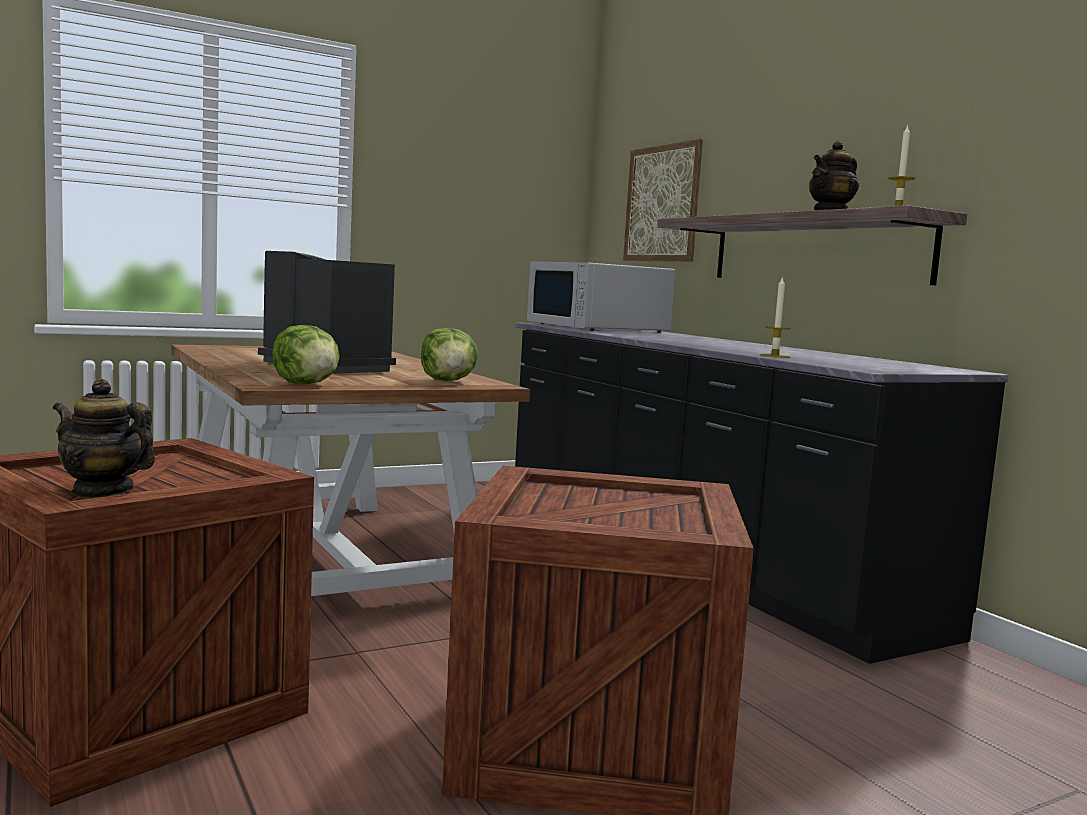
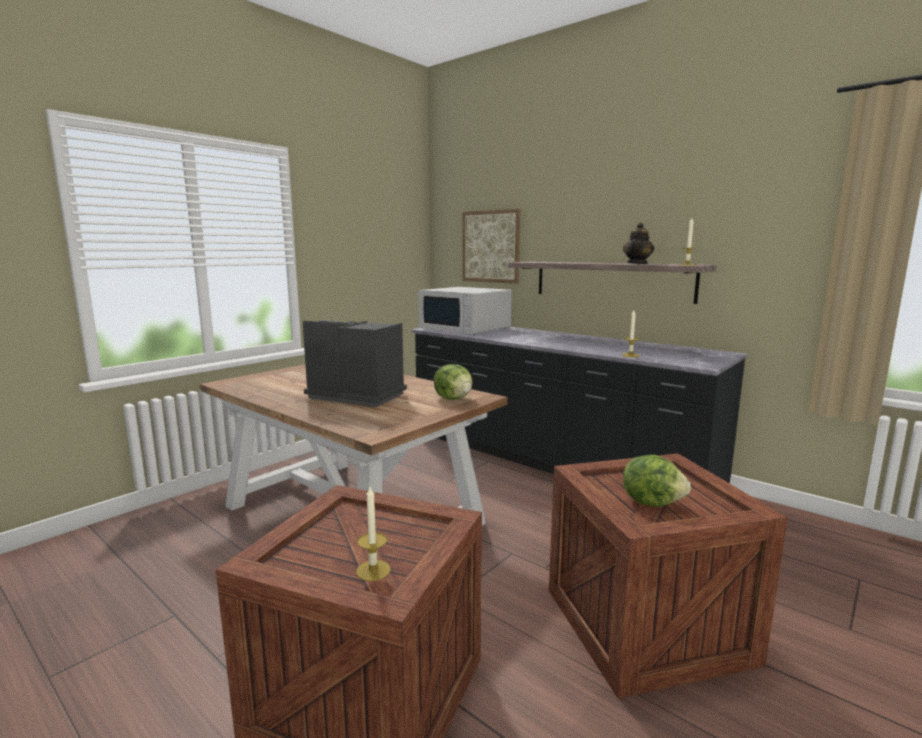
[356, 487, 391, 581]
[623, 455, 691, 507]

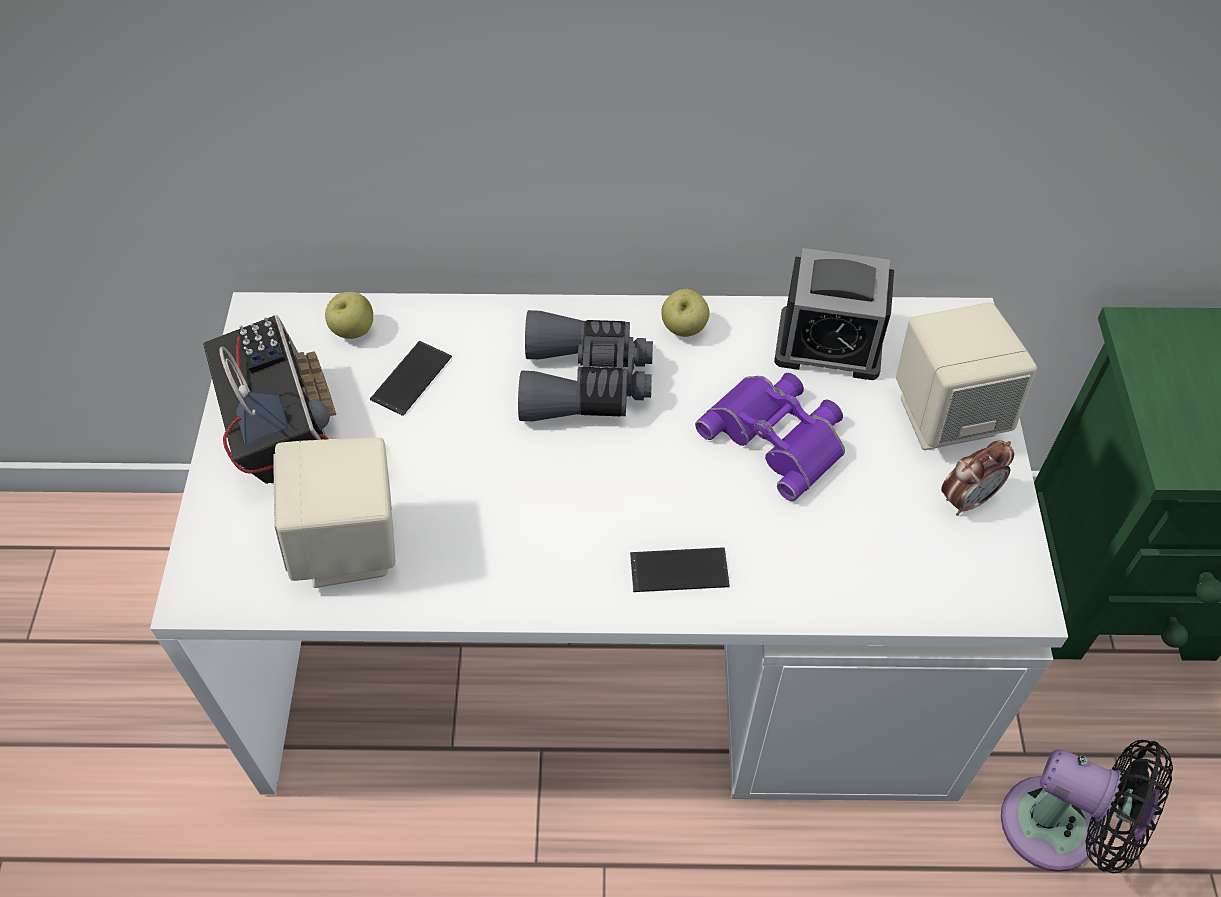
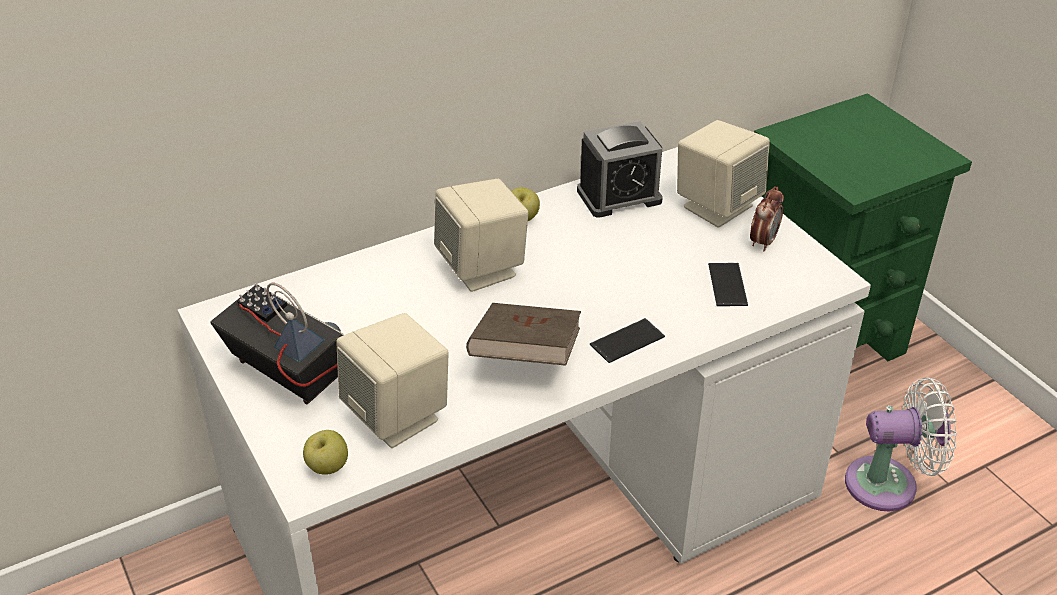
[303, 430, 348, 475]
[434, 179, 528, 292]
[466, 303, 581, 366]
[708, 263, 748, 306]
[845, 377, 957, 511]
[695, 373, 845, 501] (first image)

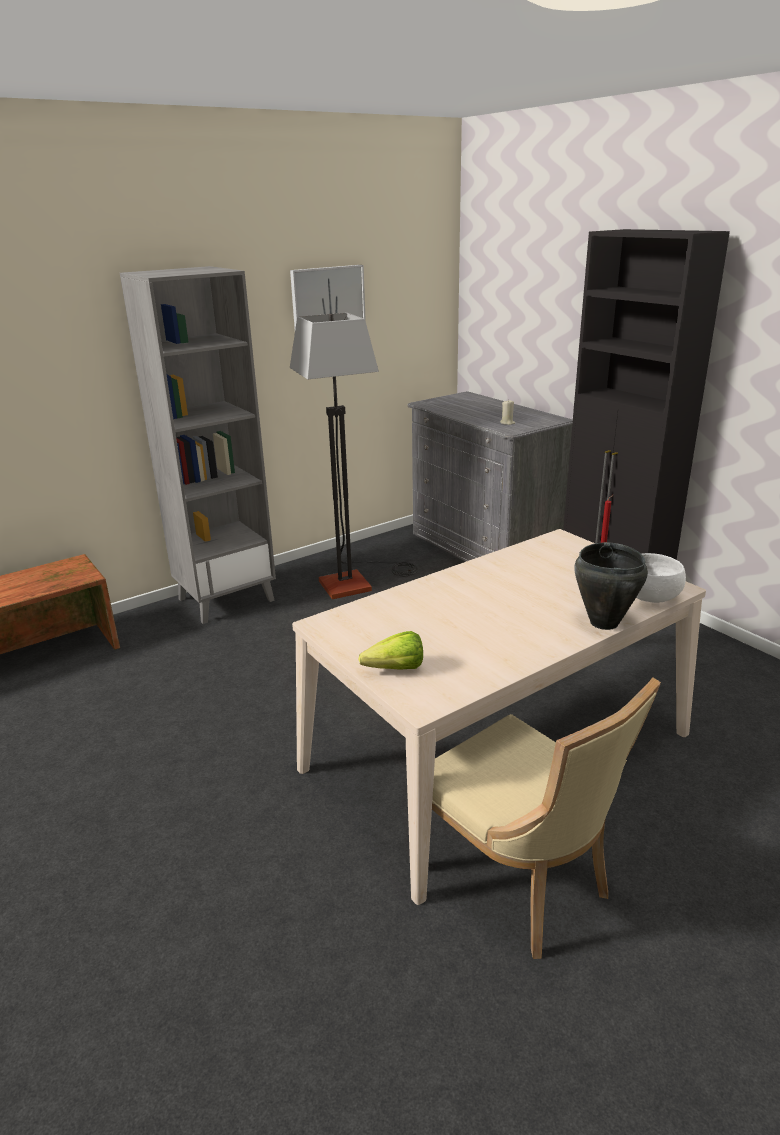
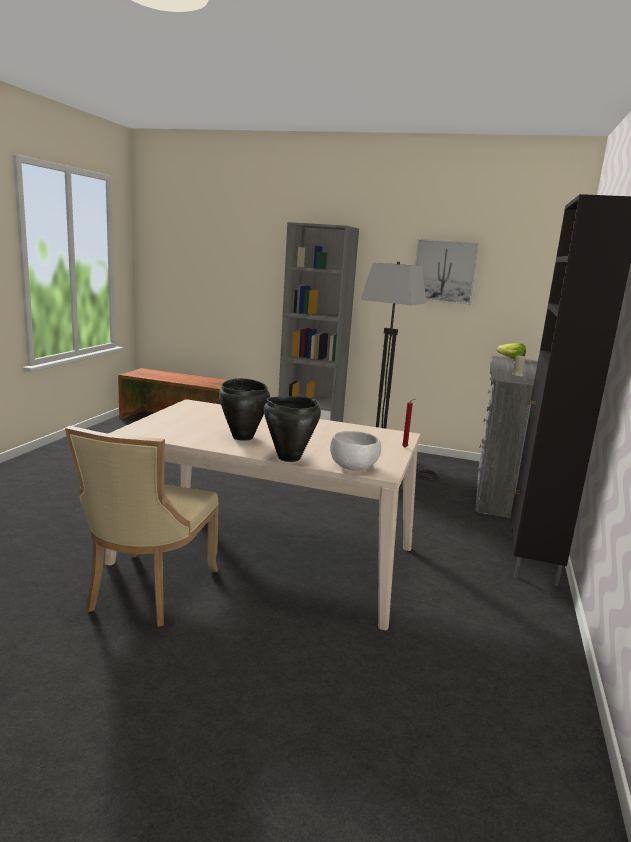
[219, 378, 270, 441]
[497, 343, 526, 359]

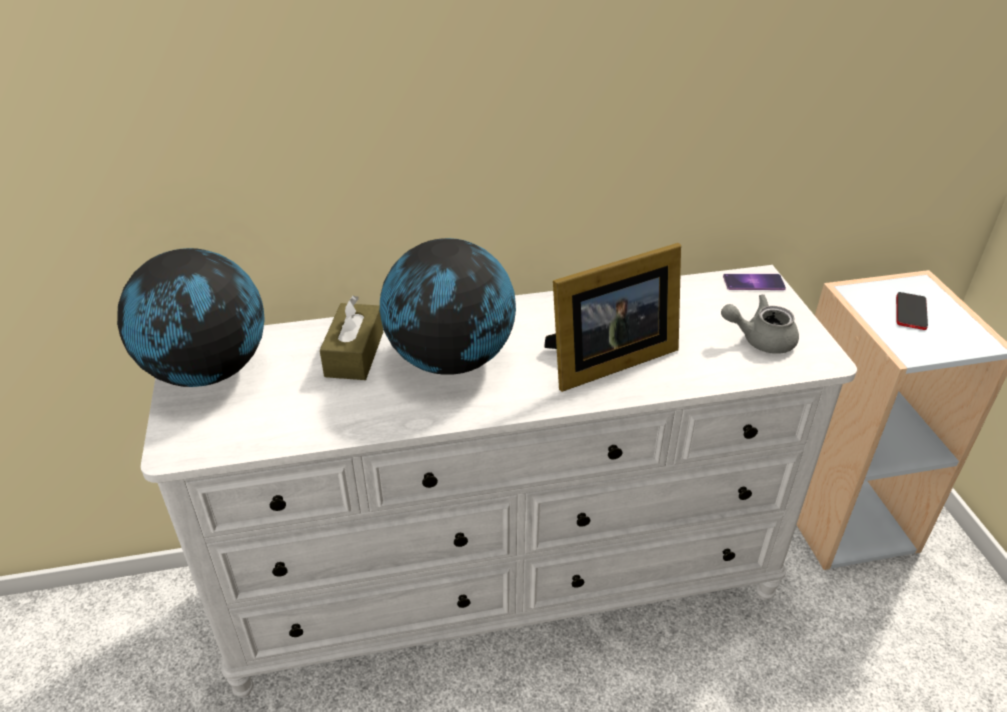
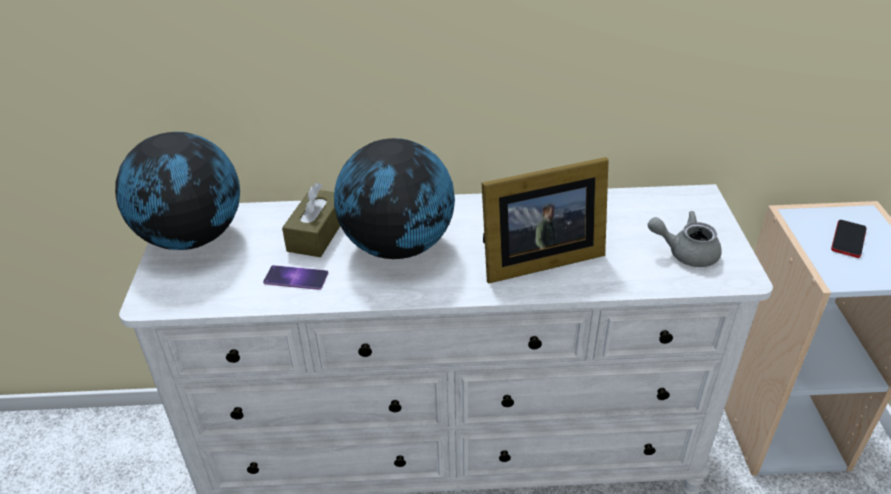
[263, 265, 328, 290]

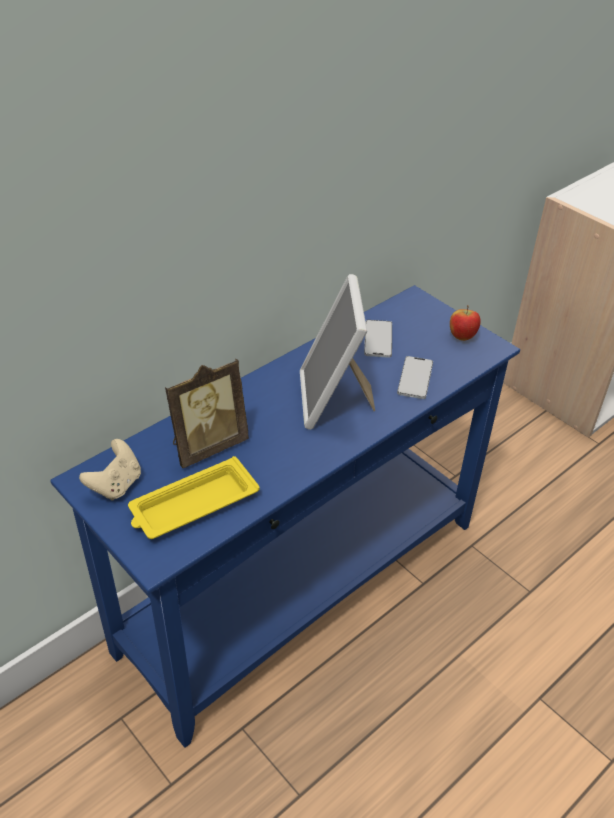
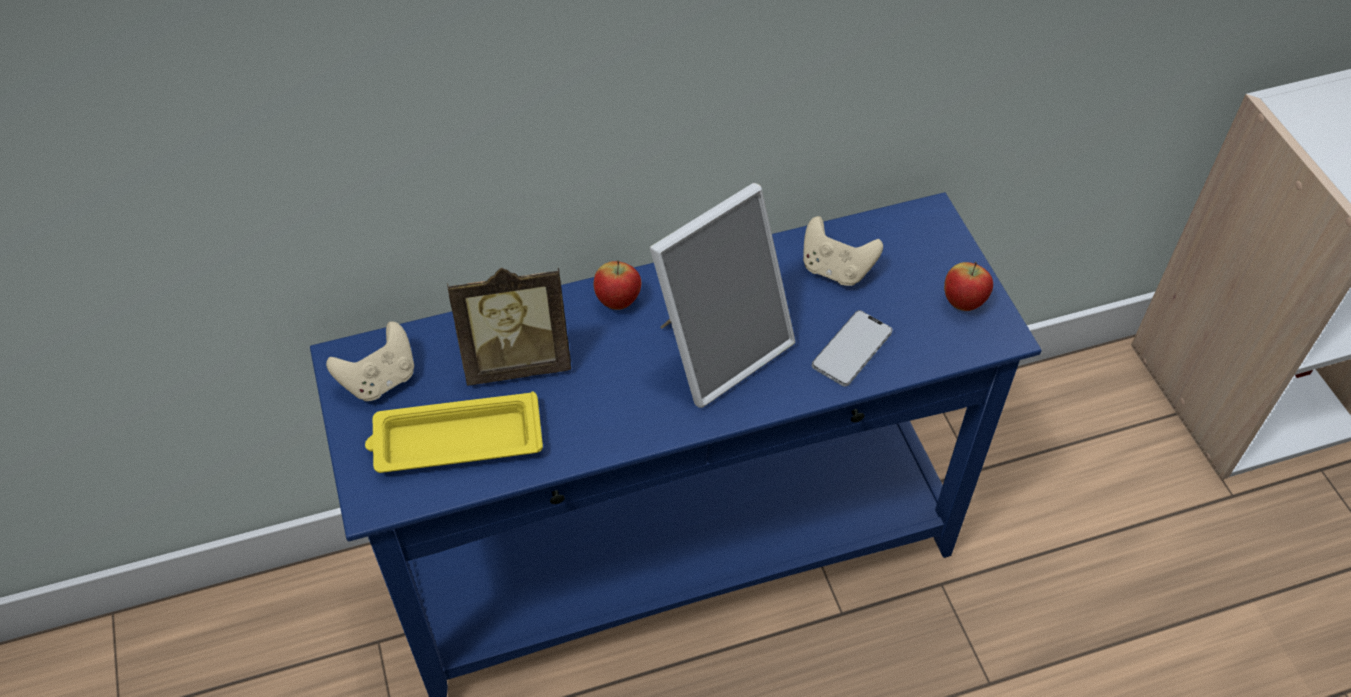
[594, 260, 641, 310]
[650, 183, 795, 408]
[803, 216, 883, 286]

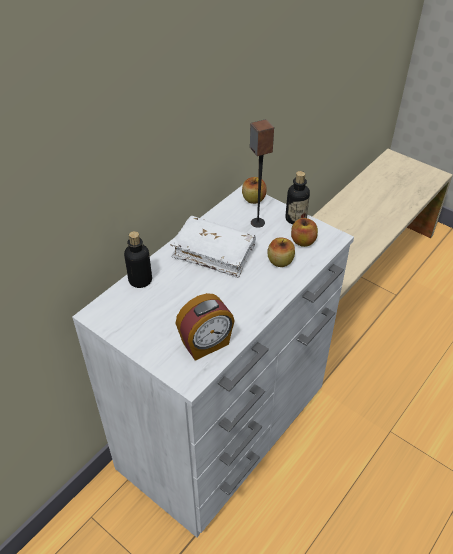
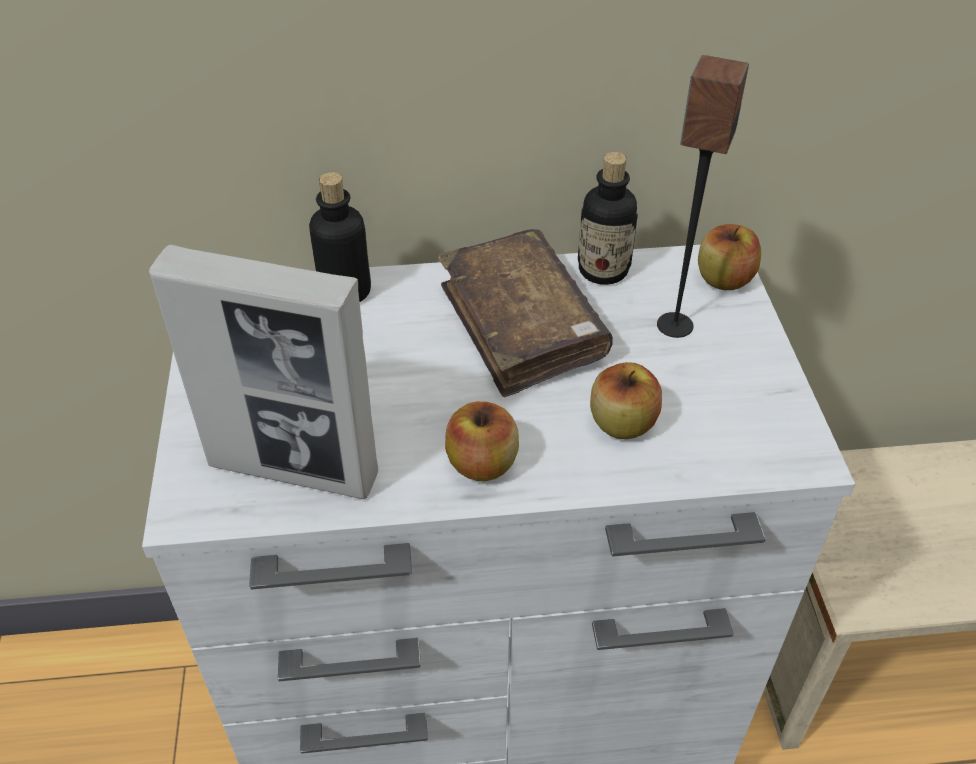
[149, 245, 378, 499]
[438, 229, 613, 397]
[445, 401, 519, 481]
[578, 152, 638, 285]

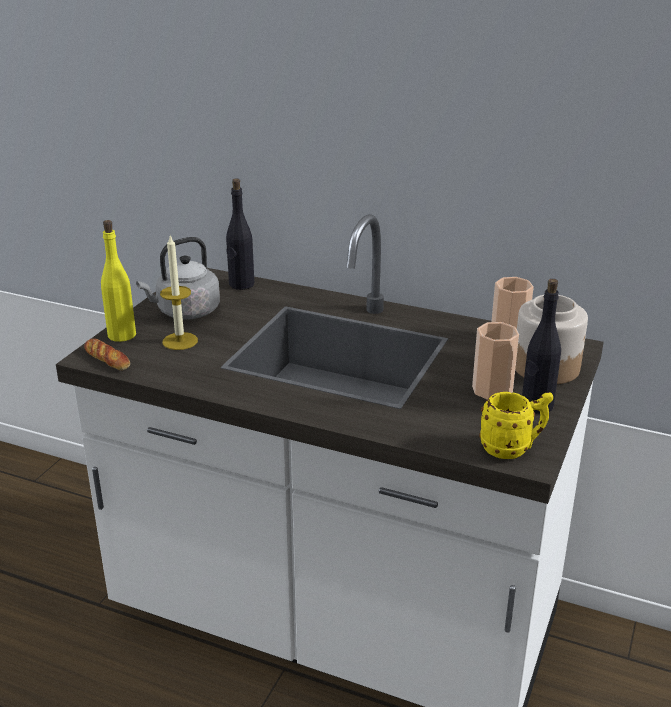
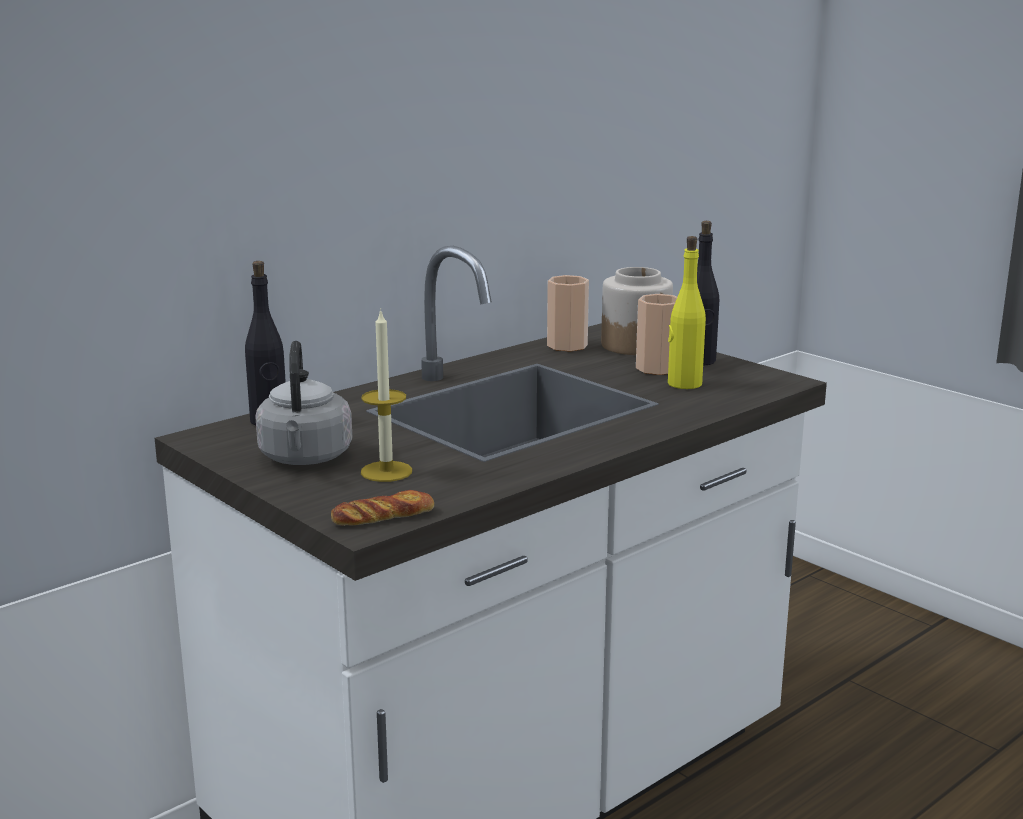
[668, 236, 706, 389]
[479, 392, 553, 459] (first image)

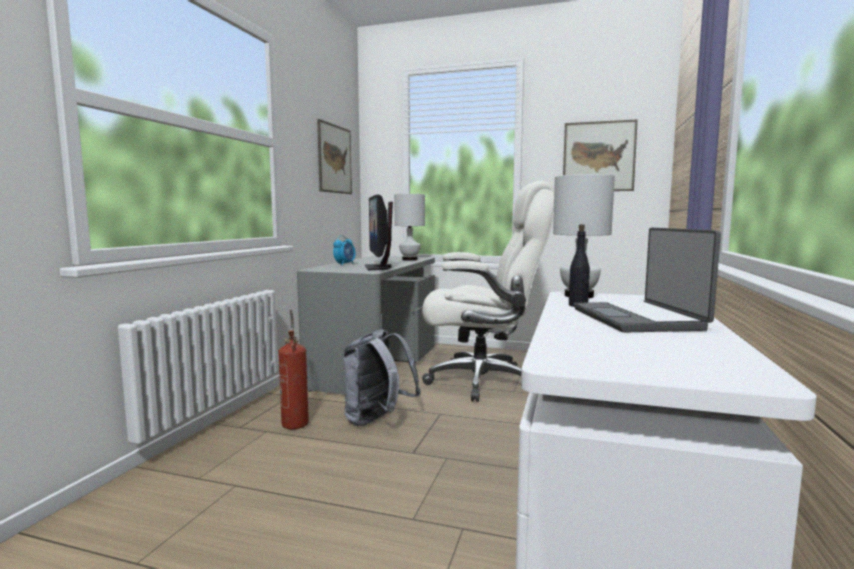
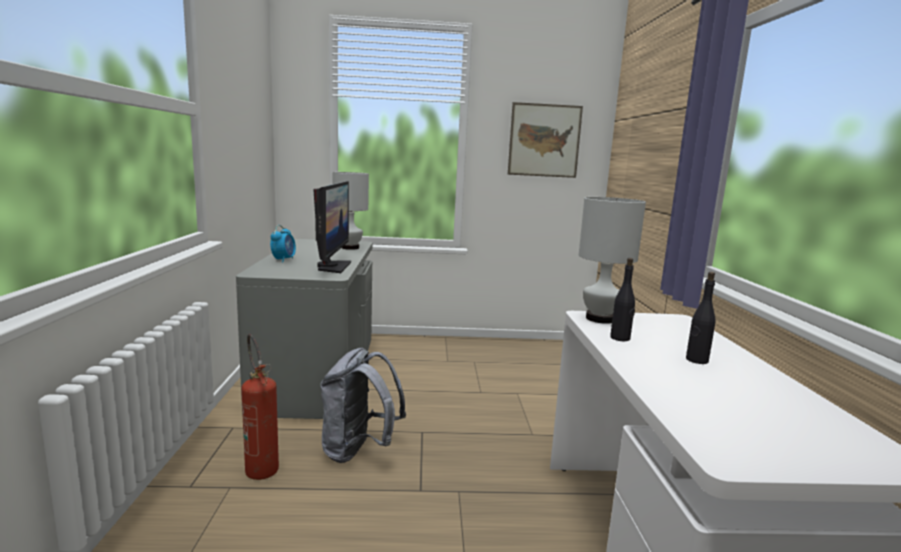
[313, 181, 351, 273]
[686, 272, 716, 364]
[317, 119, 352, 194] (first image)
[422, 181, 554, 402] (first image)

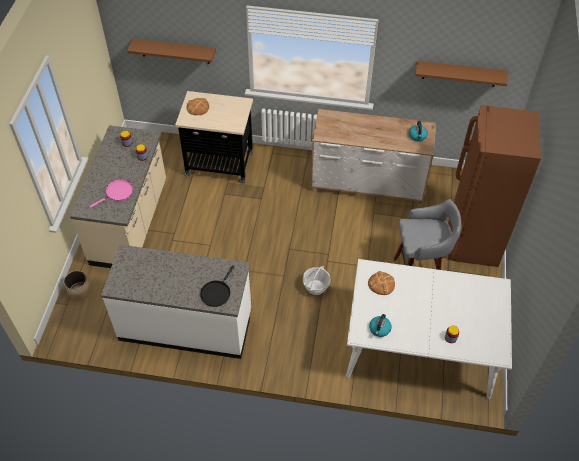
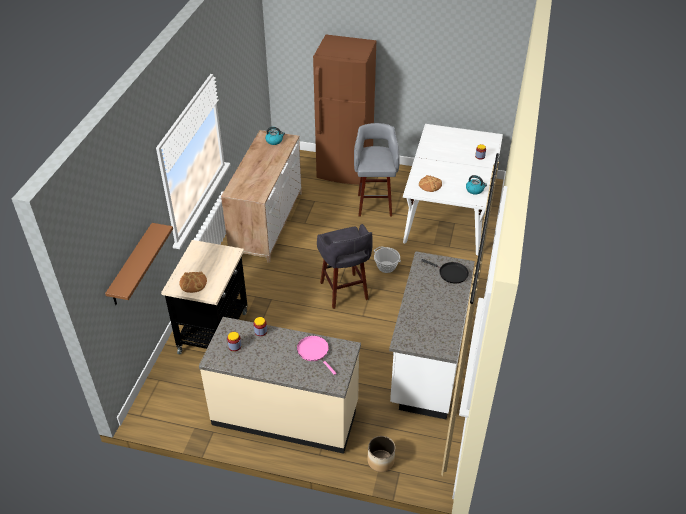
[317, 224, 373, 309]
[415, 61, 508, 87] (first image)

